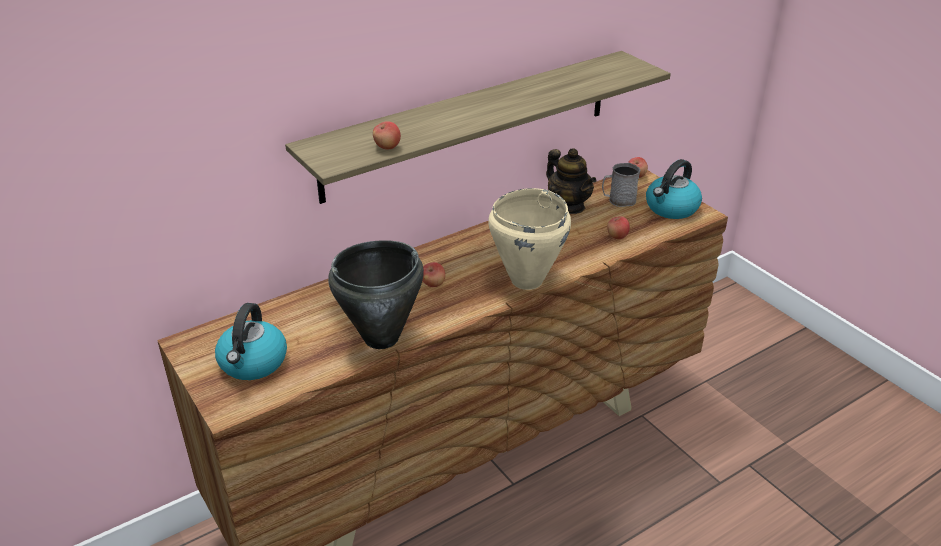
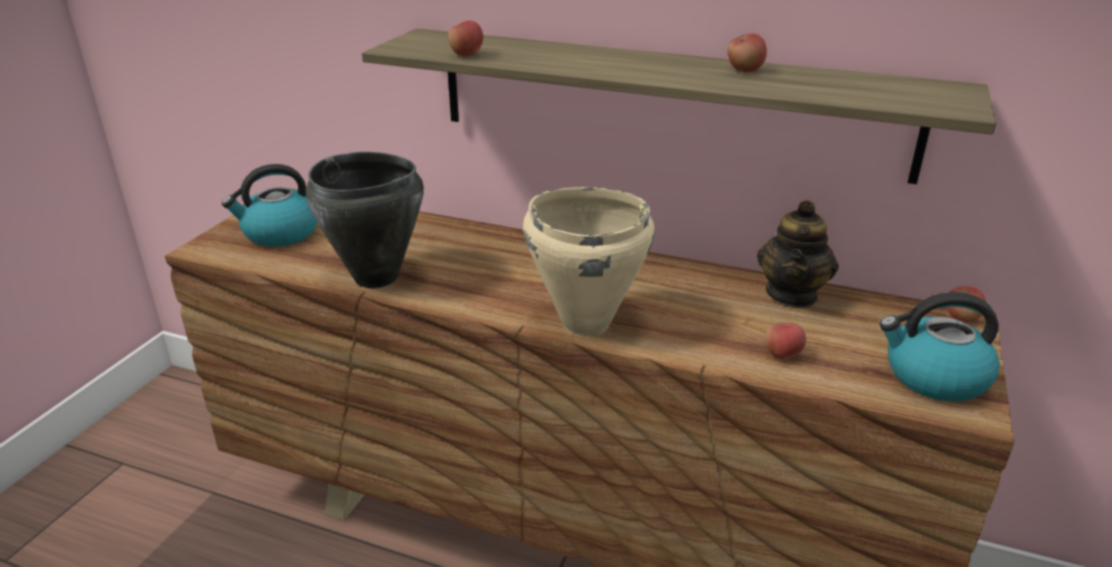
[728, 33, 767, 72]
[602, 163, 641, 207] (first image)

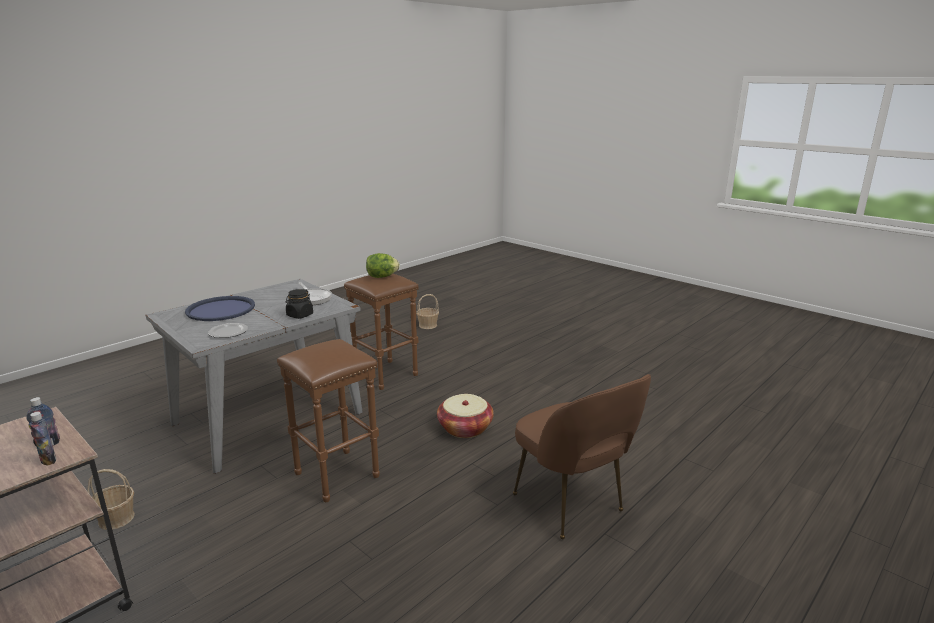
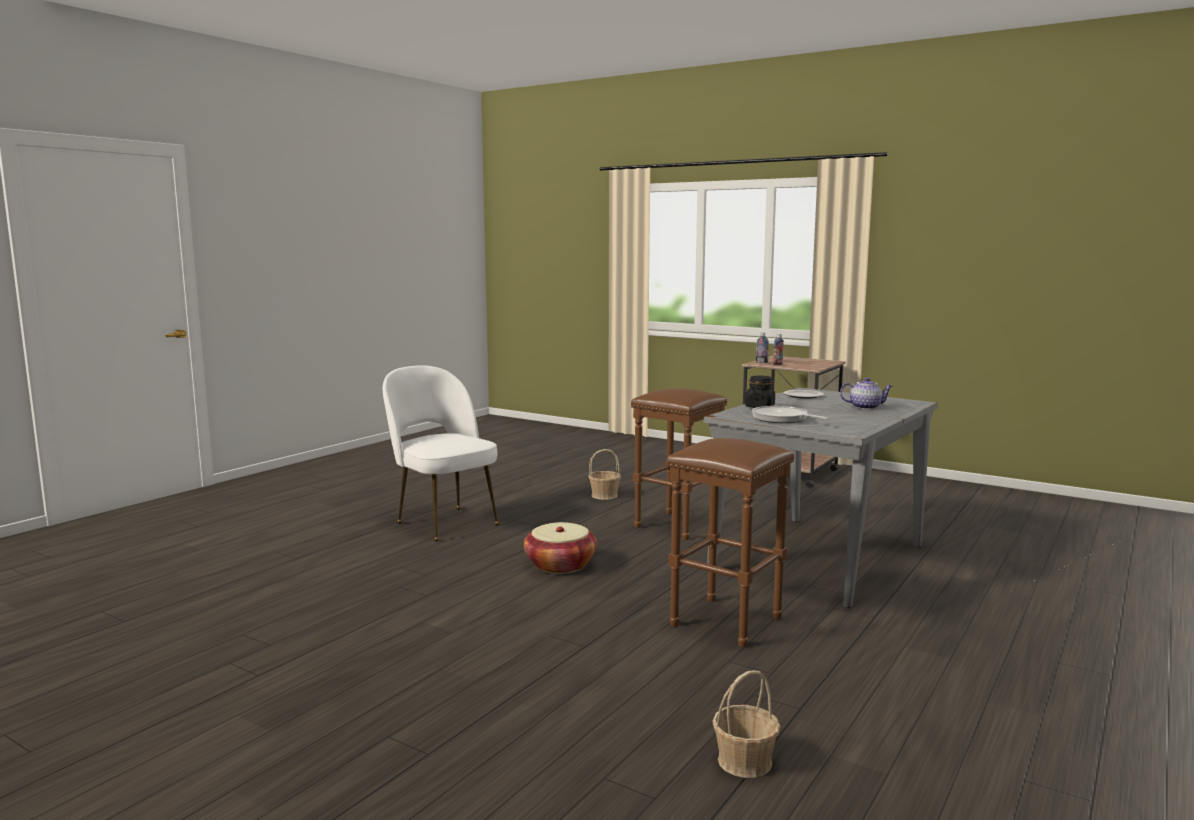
[383, 365, 499, 542]
[588, 449, 621, 500]
[840, 377, 893, 410]
[366, 253, 400, 278] (first image)

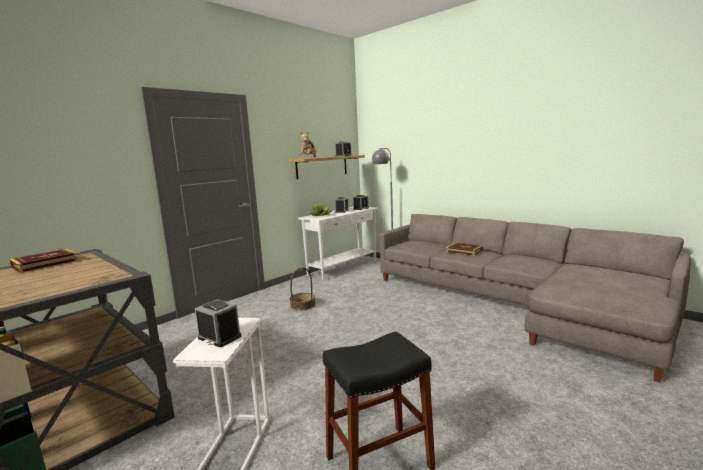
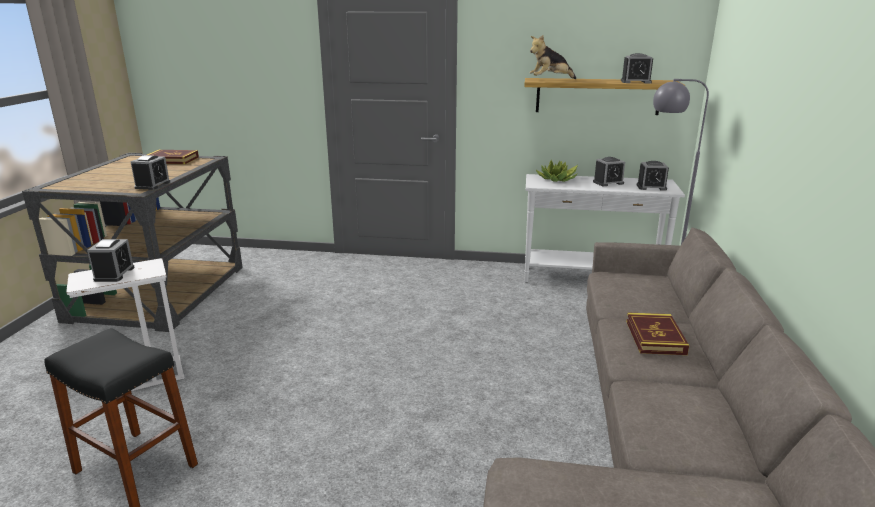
[130, 155, 170, 190]
[290, 267, 316, 311] (first image)

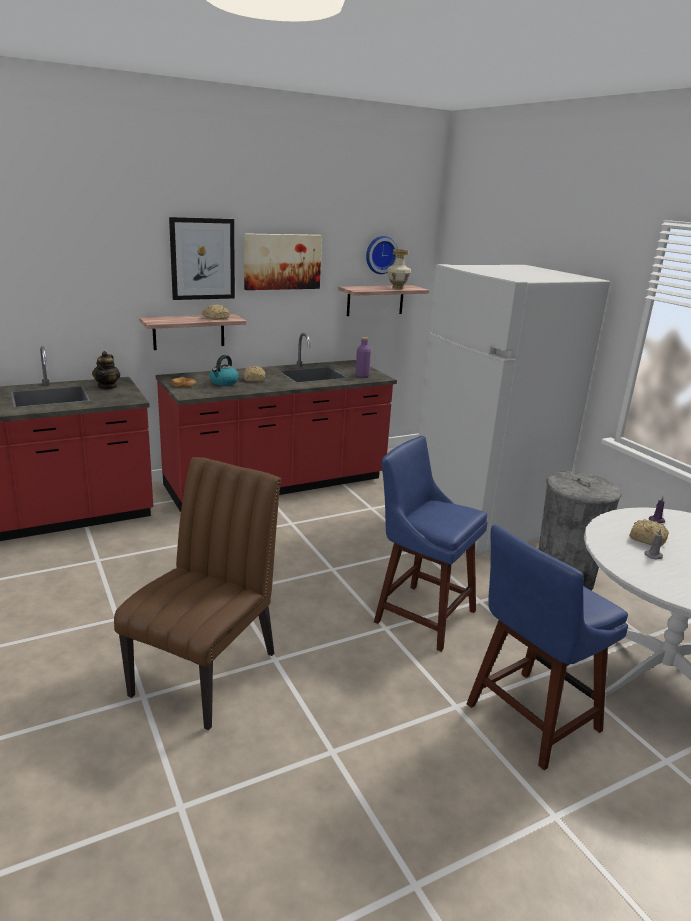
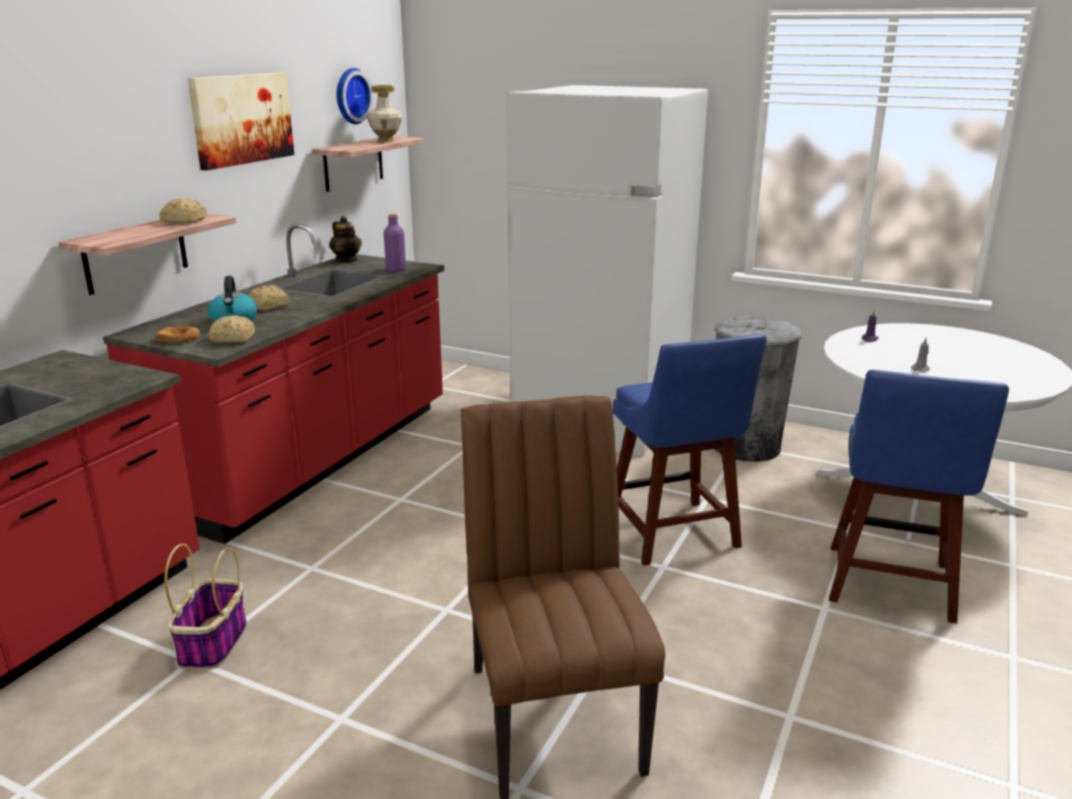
[164, 544, 247, 670]
[208, 315, 255, 343]
[329, 216, 362, 262]
[613, 334, 767, 566]
[169, 217, 235, 300] (first image)

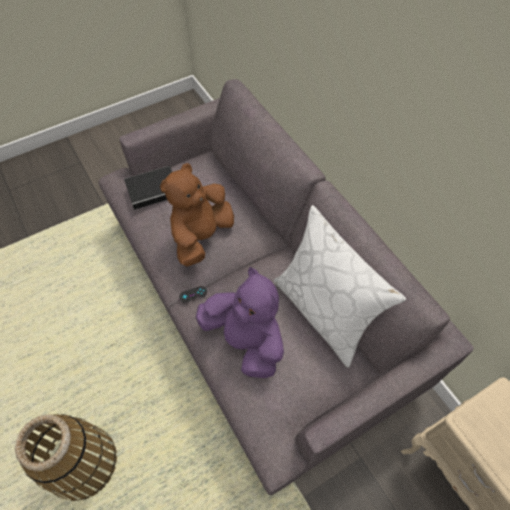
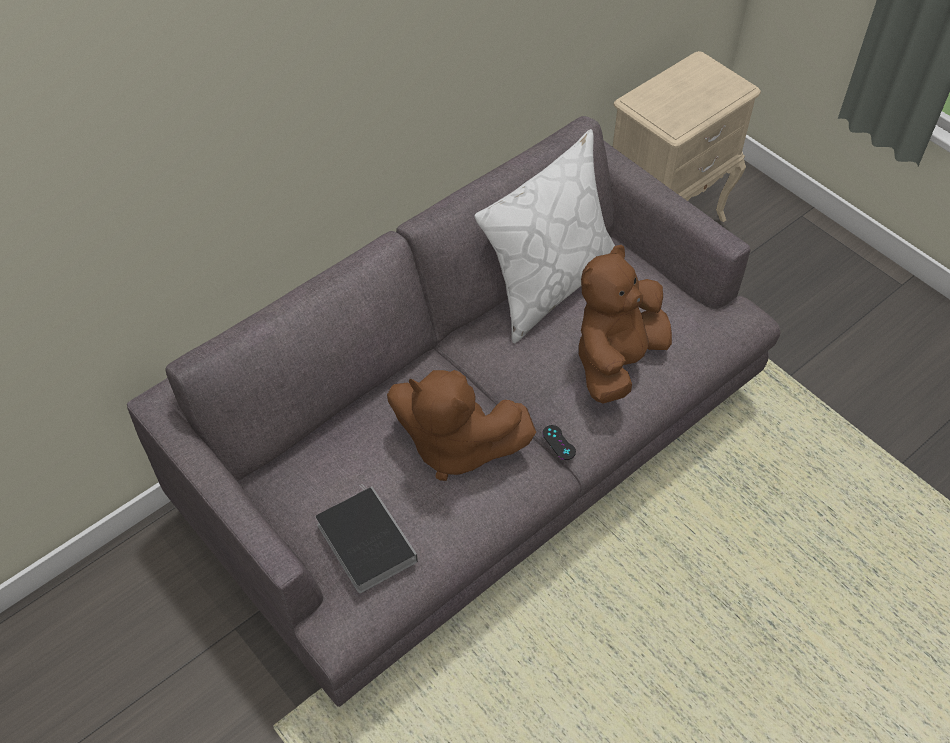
[579, 245, 672, 404]
[15, 414, 117, 501] (first image)

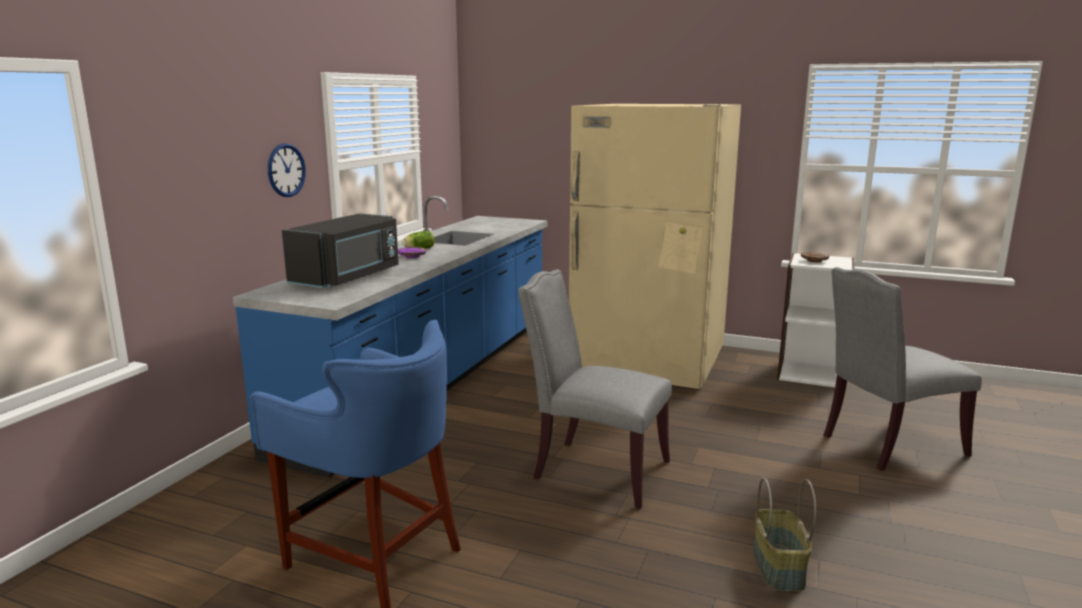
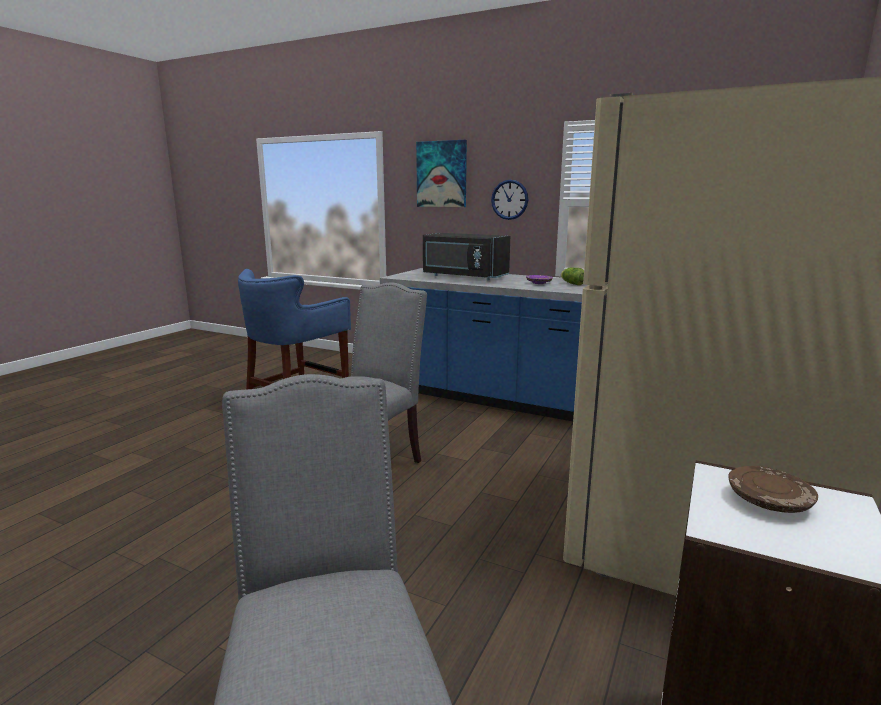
[416, 140, 467, 207]
[753, 478, 816, 591] (first image)

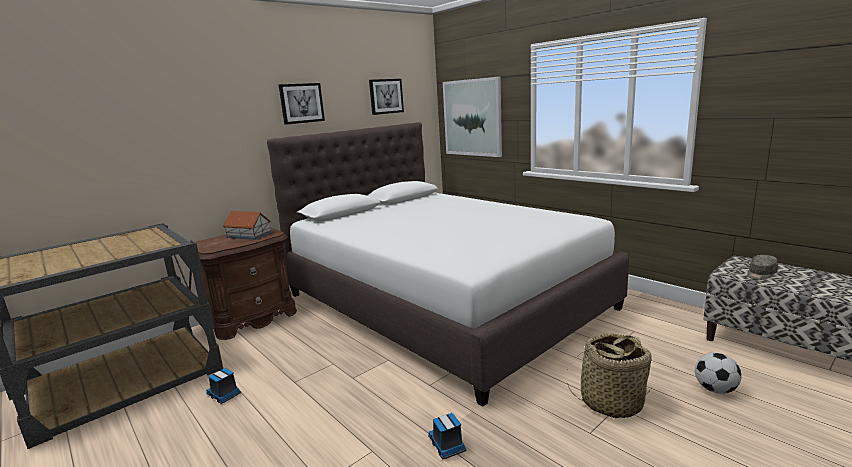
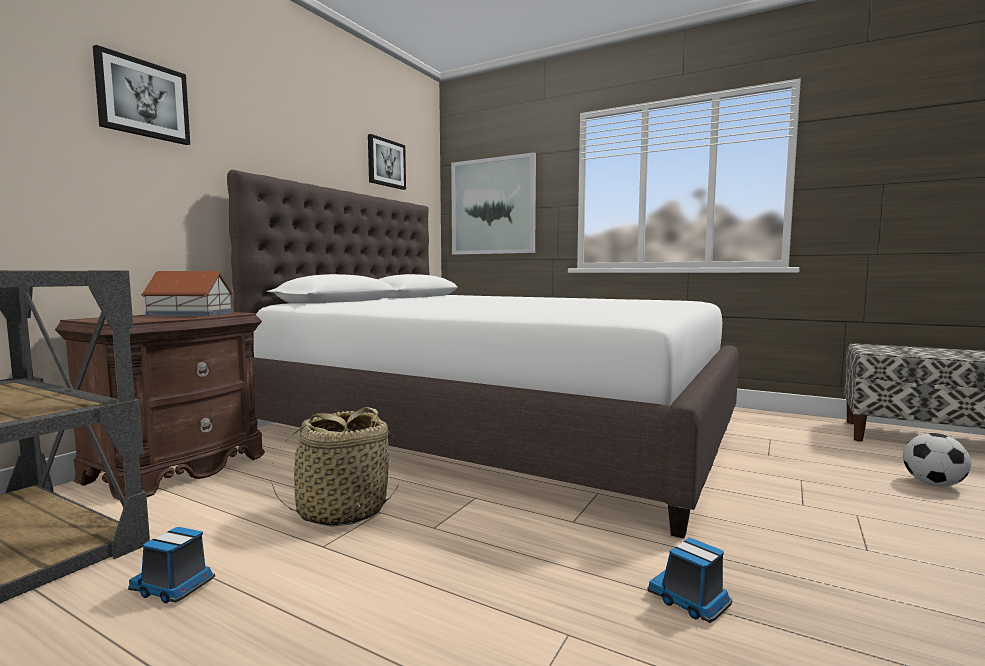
[93, 45, 190, 145]
[271, 407, 399, 527]
[747, 255, 778, 280] (first image)

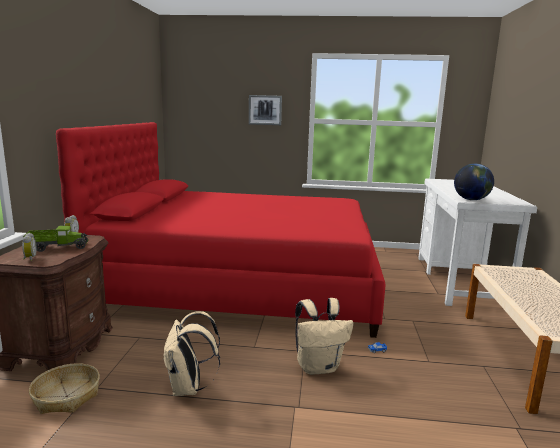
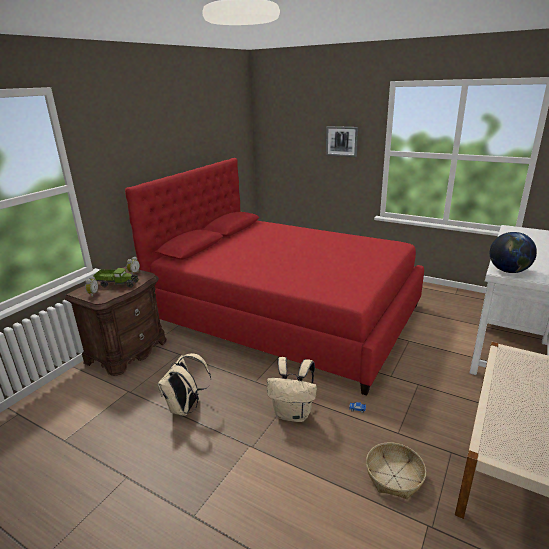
[366, 442, 426, 499]

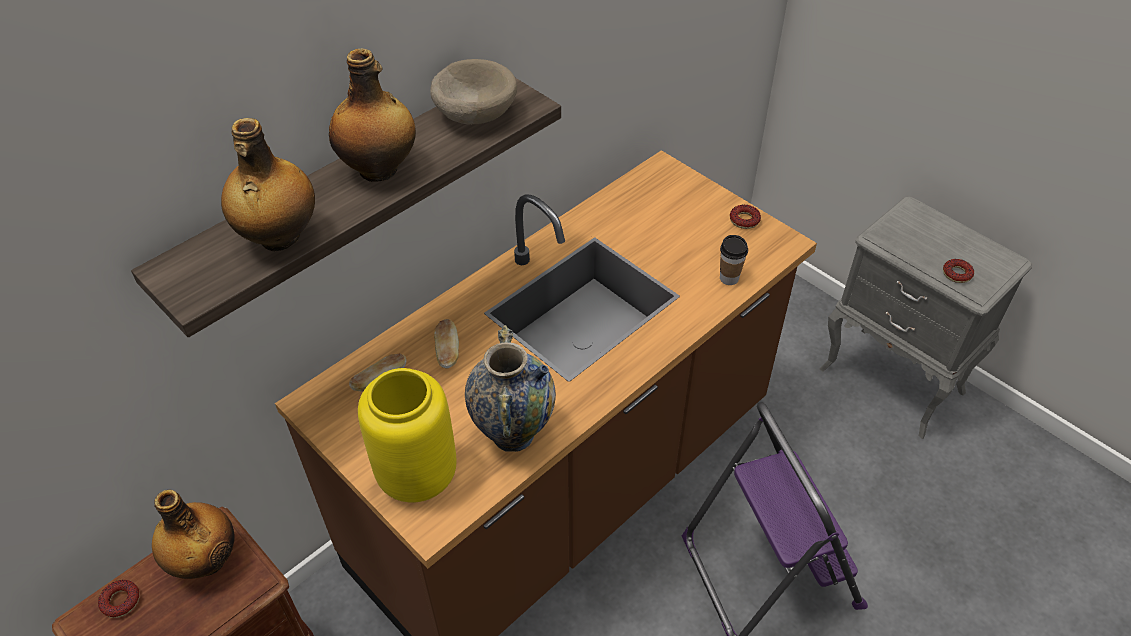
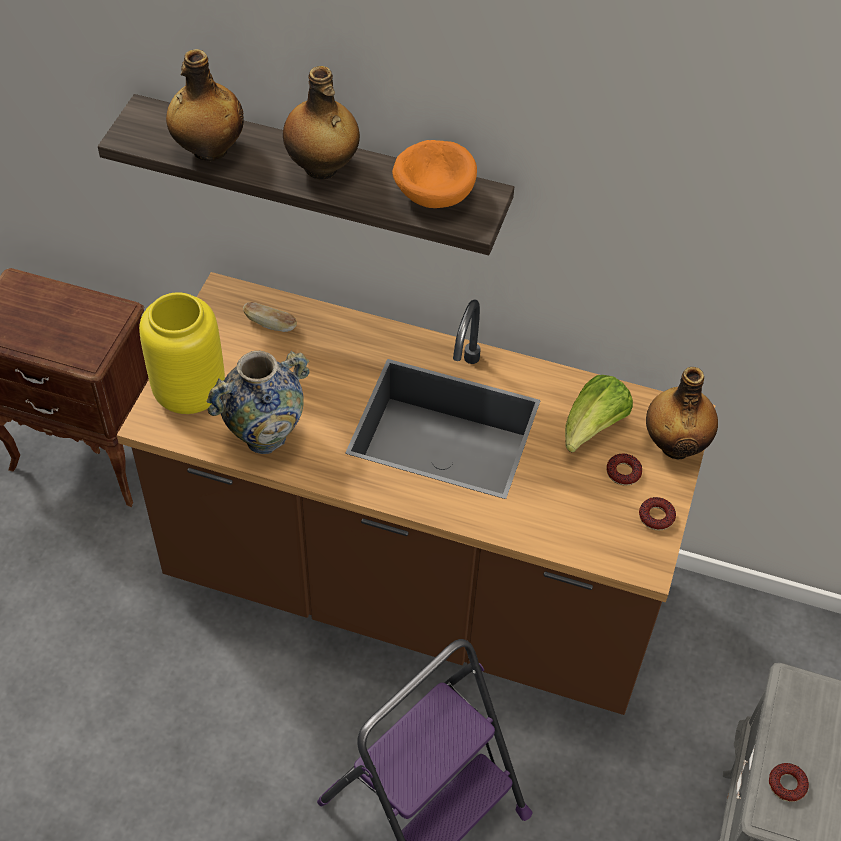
[392, 140, 477, 208]
[565, 375, 633, 452]
[606, 453, 642, 486]
[646, 367, 718, 460]
[434, 319, 459, 369] (first image)
[720, 235, 748, 285] (first image)

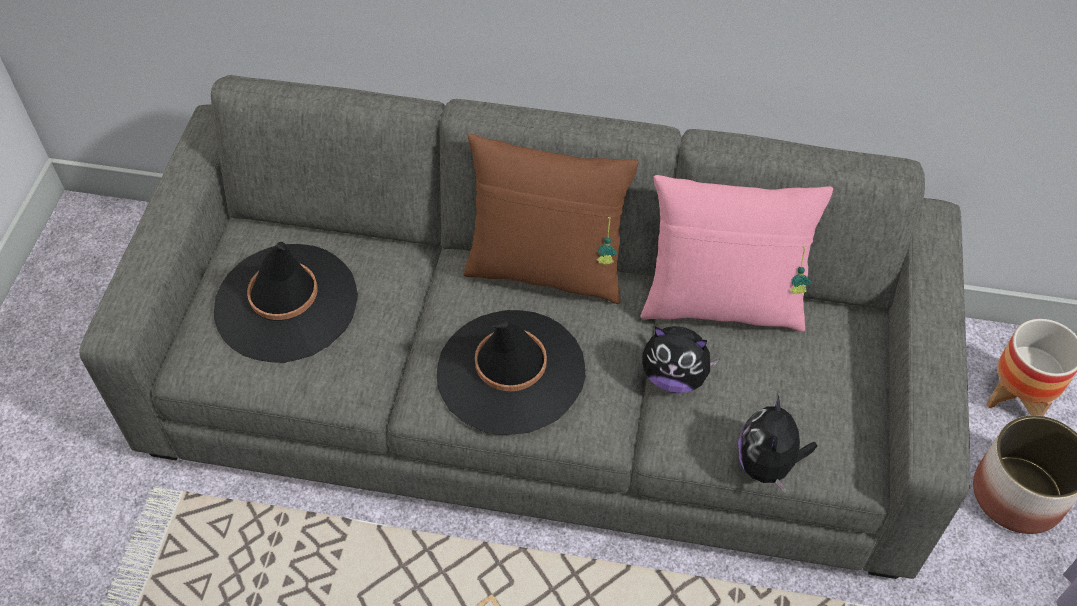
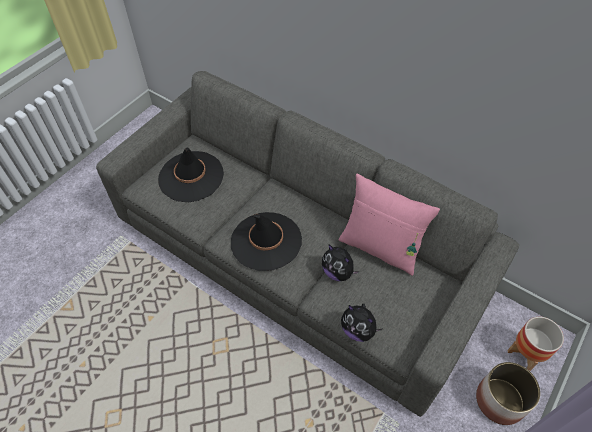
[341, 304, 382, 342]
[463, 134, 638, 304] (first image)

